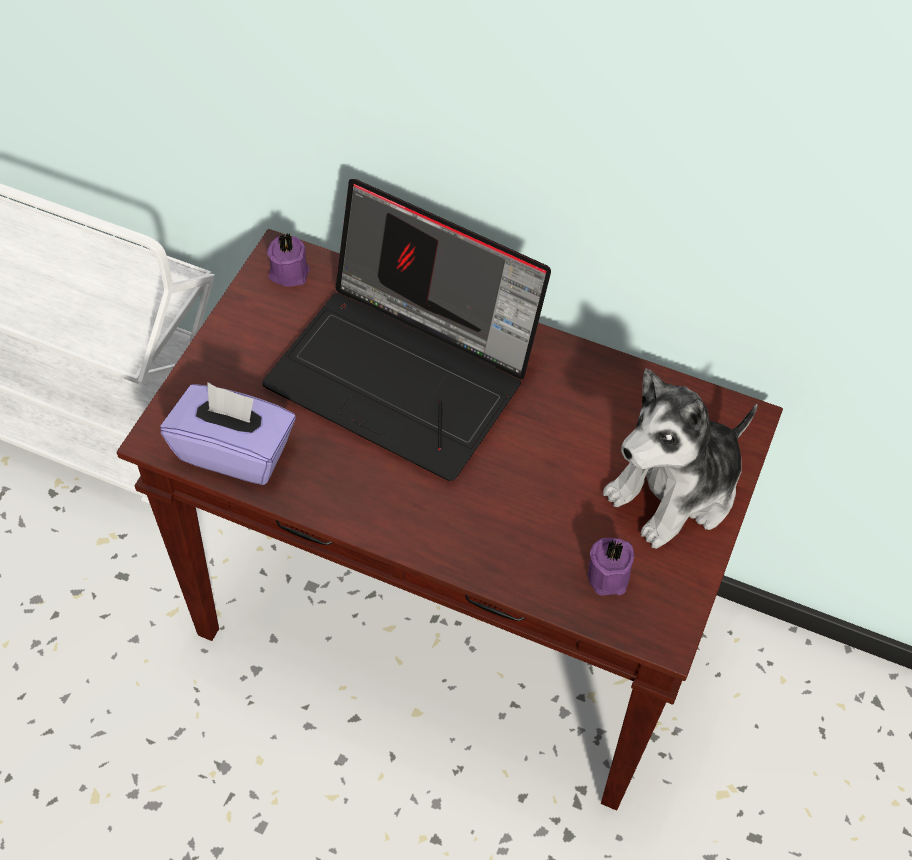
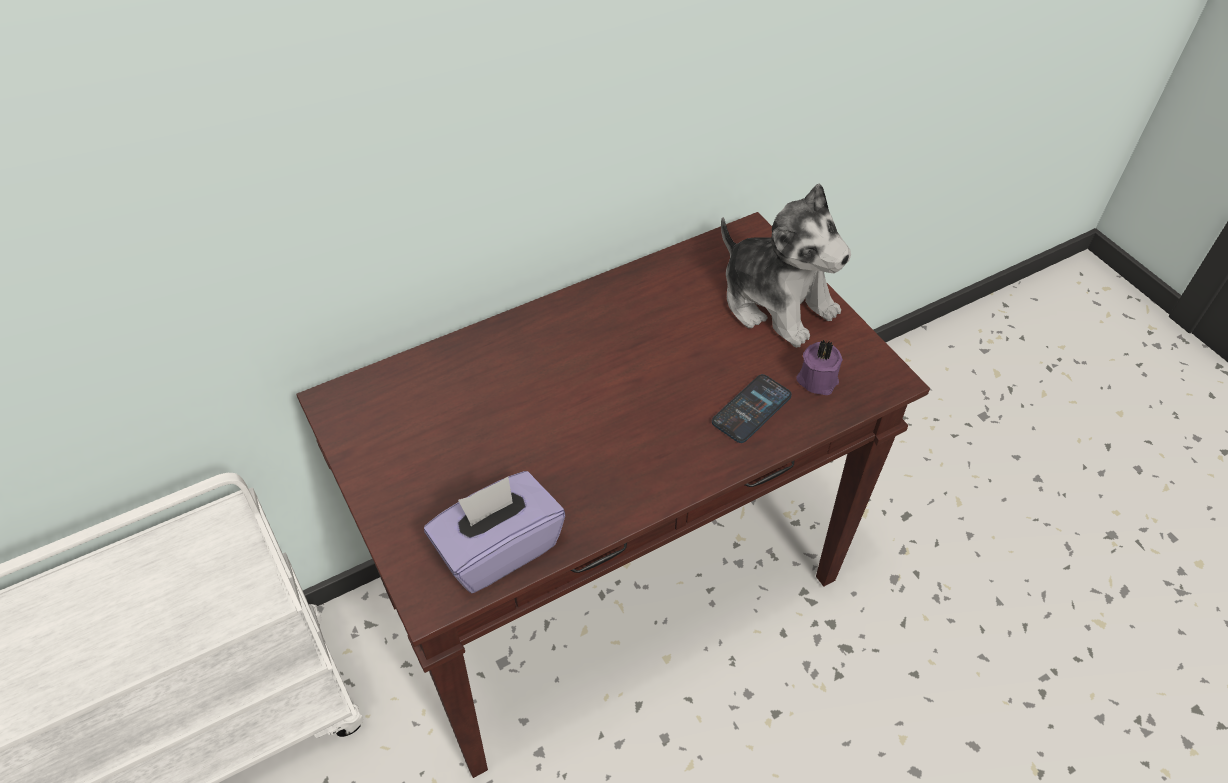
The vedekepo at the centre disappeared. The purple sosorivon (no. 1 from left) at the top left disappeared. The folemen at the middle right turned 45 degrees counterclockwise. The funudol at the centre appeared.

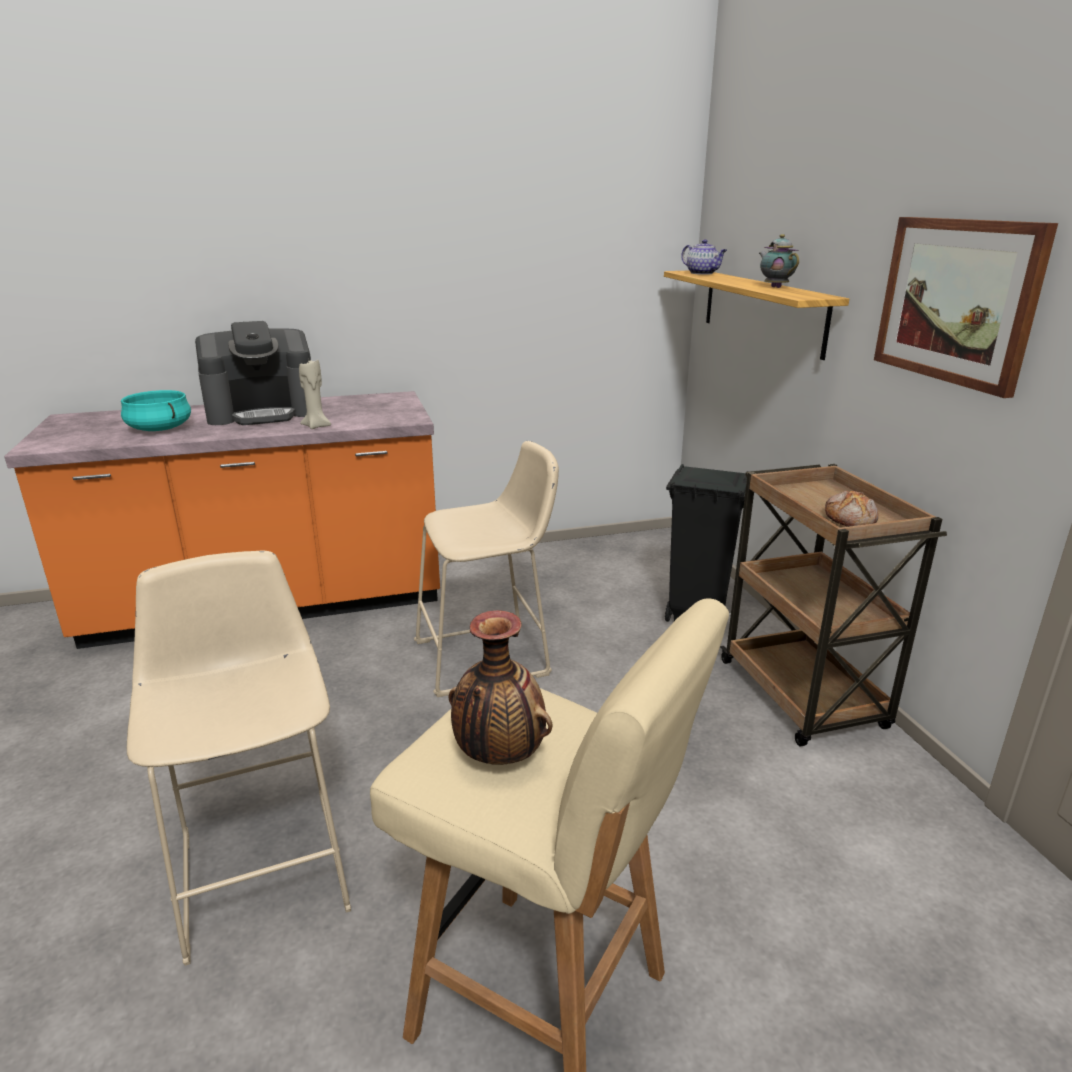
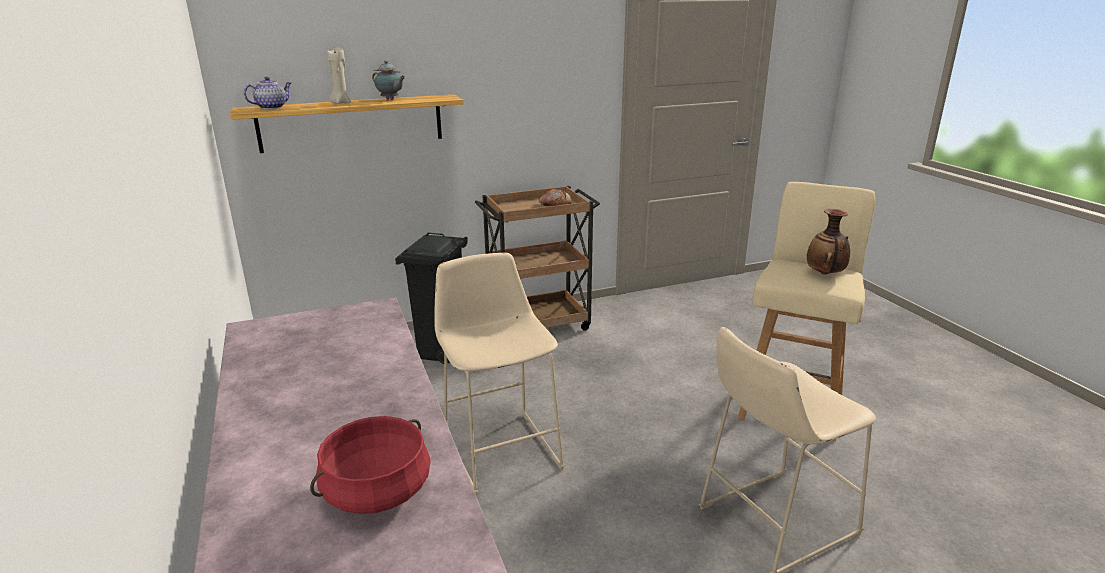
The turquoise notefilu at the middle left became the red notefilu at the bottom centre. The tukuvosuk at the middle left disappeared. The beige sosorivon moved from the middle left to the top left. The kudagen (no. 2 from left) at the top right turned 120 degrees counterclockwise. The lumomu at the top right disappeared.

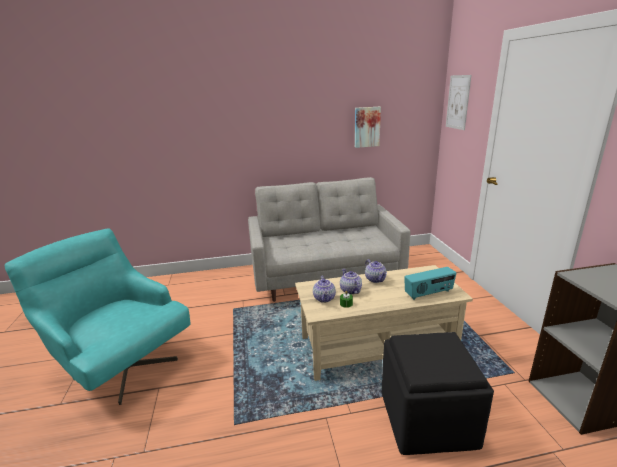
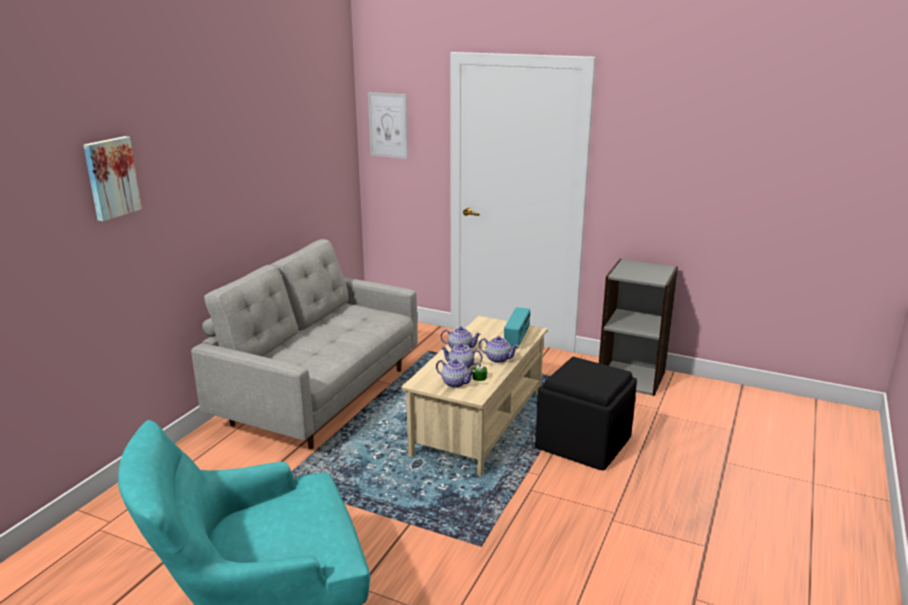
The lumomu (no. 1 from left) moved from the top centre to the top left. The kudagen (no. 4 from left) at the centre appeared.

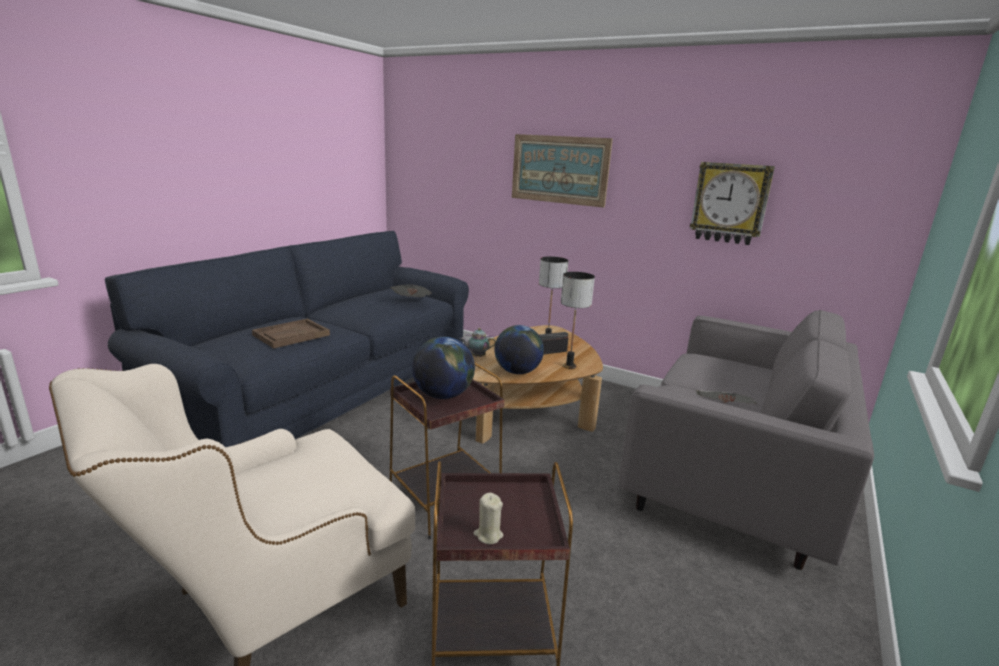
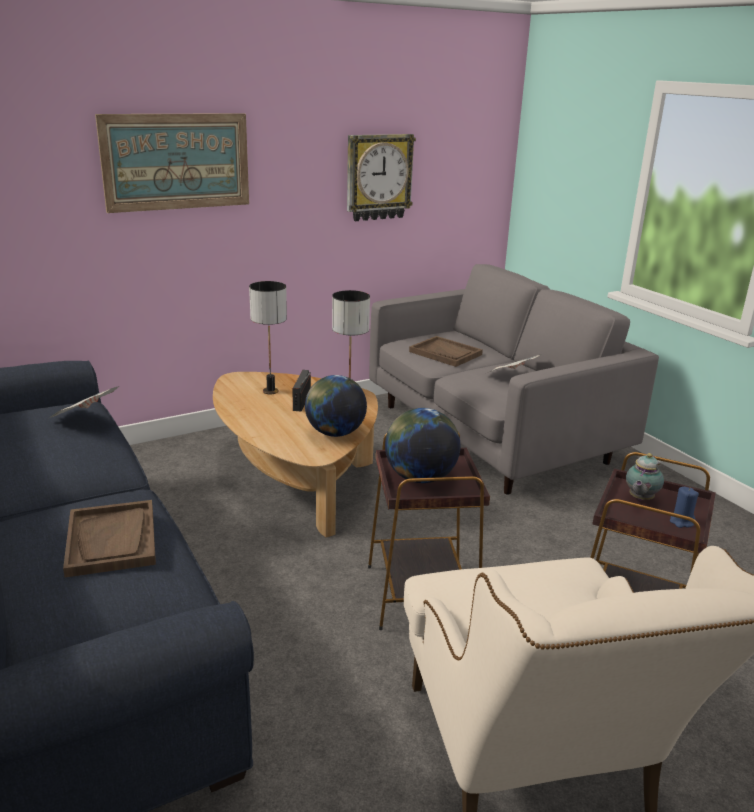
The kudagen moved from the centre to the middle right. The beige sosorivon at the bottom centre became the blue sosorivon at the middle right. The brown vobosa (no. 2 from left) at the centre appeared.

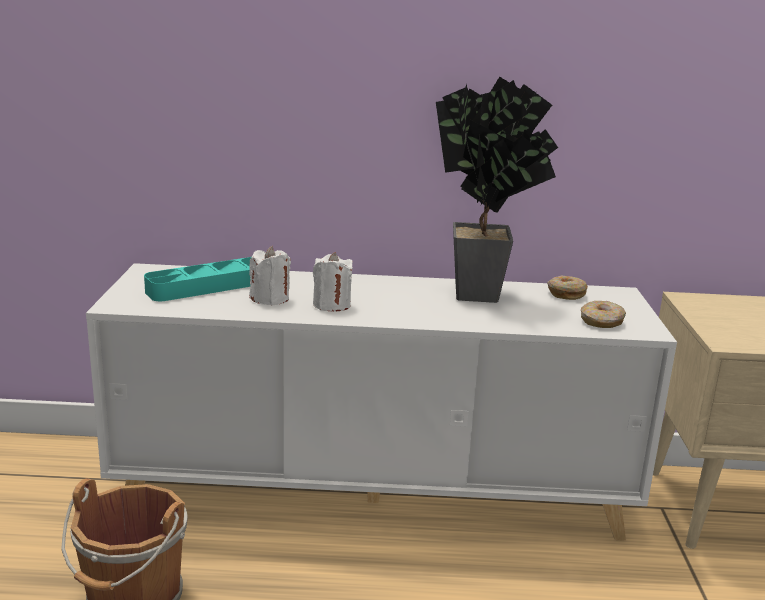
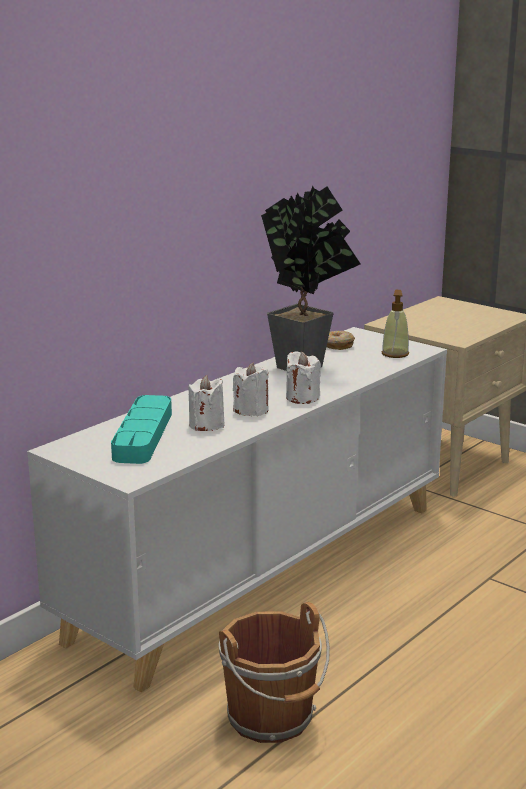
The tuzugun (no. 2 from left) at the middle right was replaced by the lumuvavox at the middle right. The white sosorivon (no. 3 from left) at the centre appeared.

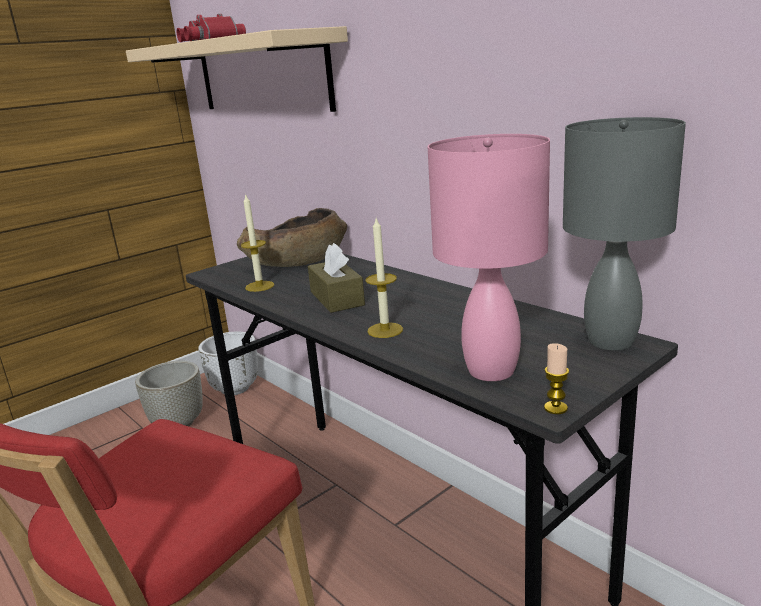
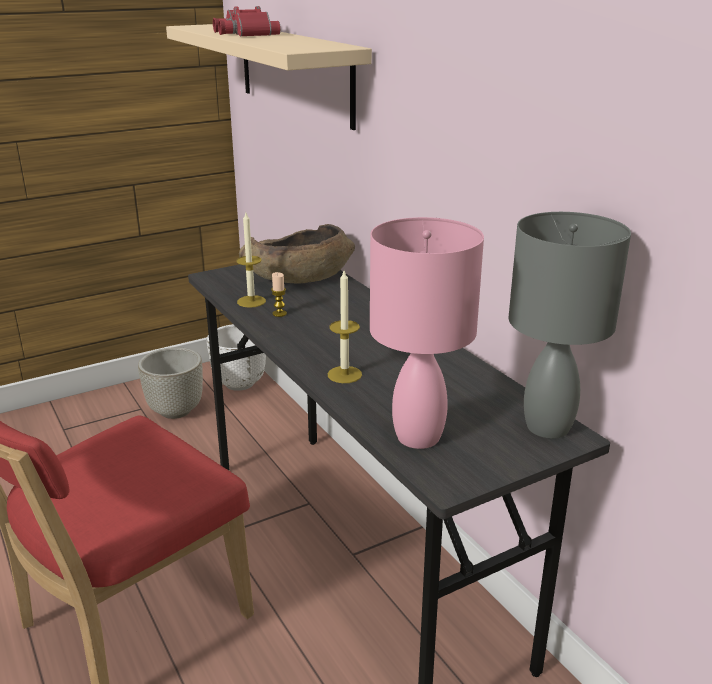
The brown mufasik at the centre disappeared. The sosorivon (no. 3 from left in the first image) moved from the middle right to the centre.

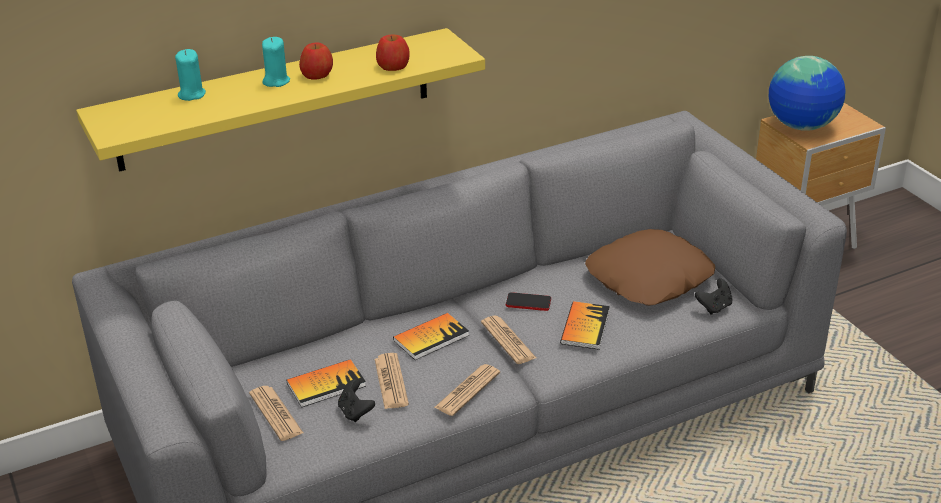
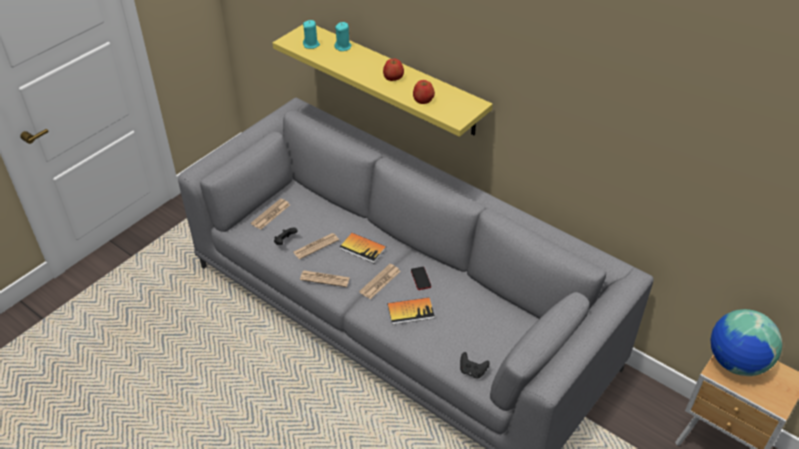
The turquoise sosorivon (no. 2 from left in the first image) moved from the top left to the top centre. The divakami (no. 1 from left) at the bottom centre disappeared. The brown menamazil at the middle right disappeared.

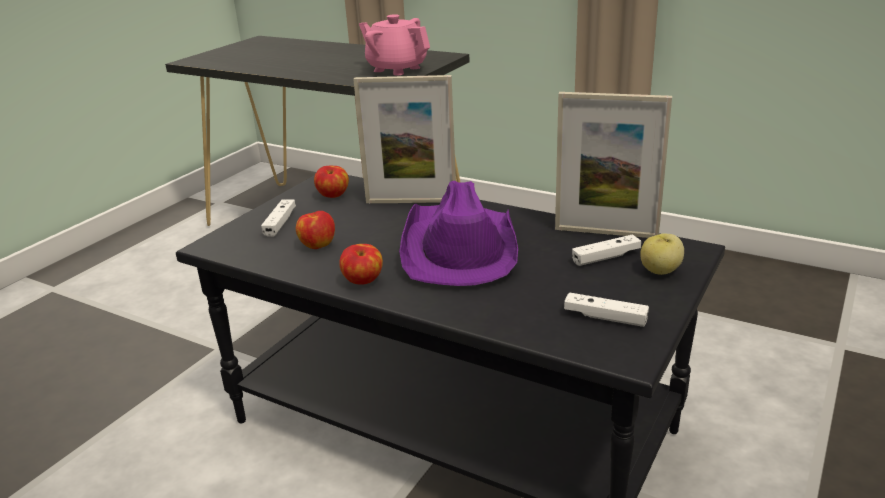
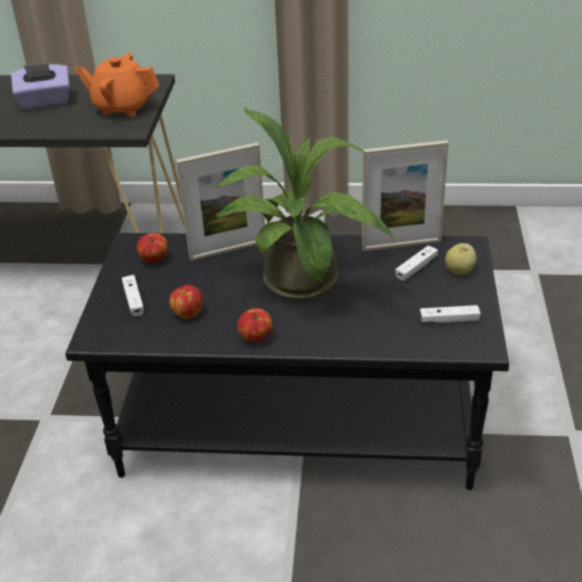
The pink kudagen at the top centre became the orange kudagen at the top left. The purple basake at the centre was replaced by the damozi at the centre. The purple mufasik at the top left appeared.

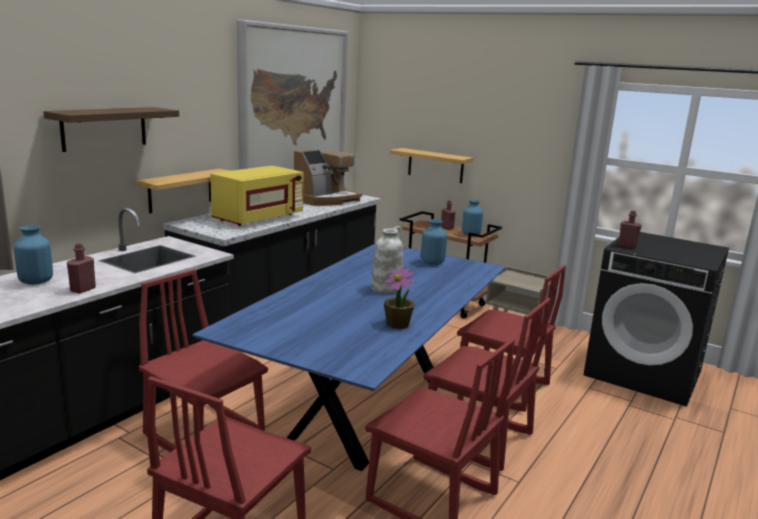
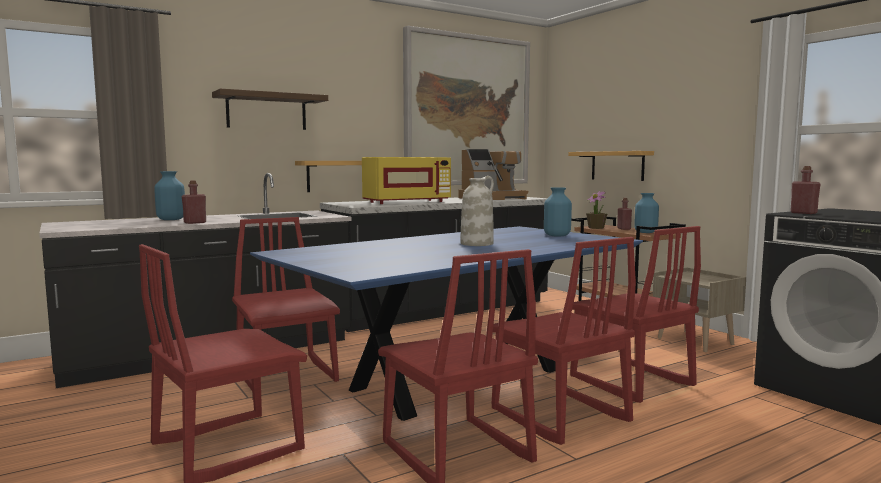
The damozi moved from the centre to the middle right.

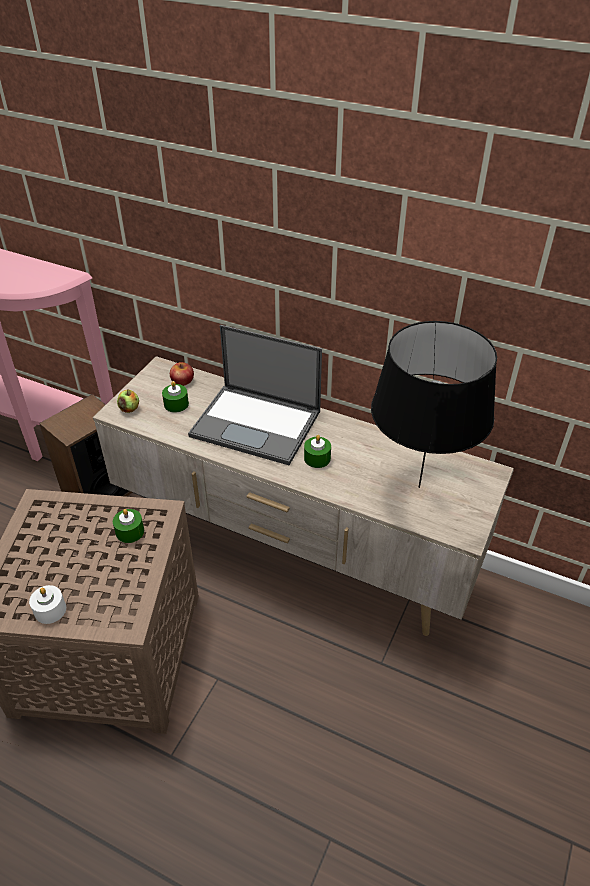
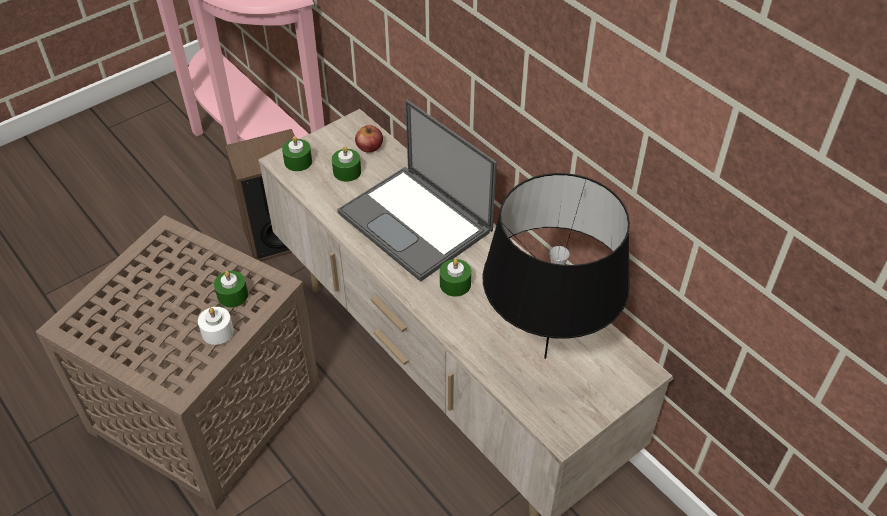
The white sosorivon moved from the bottom left to the middle left. The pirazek (no. 1 from left) at the middle left was replaced by the green sosorivon (no. 2 from left) at the top centre.

